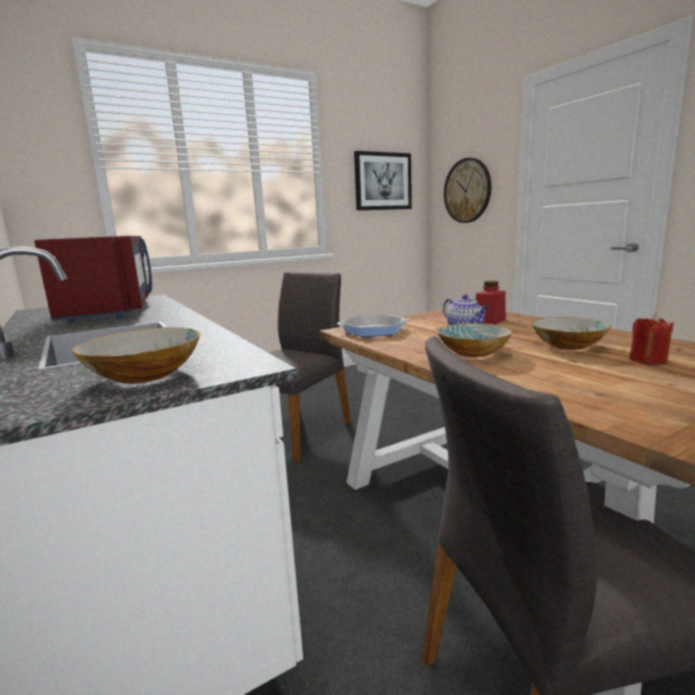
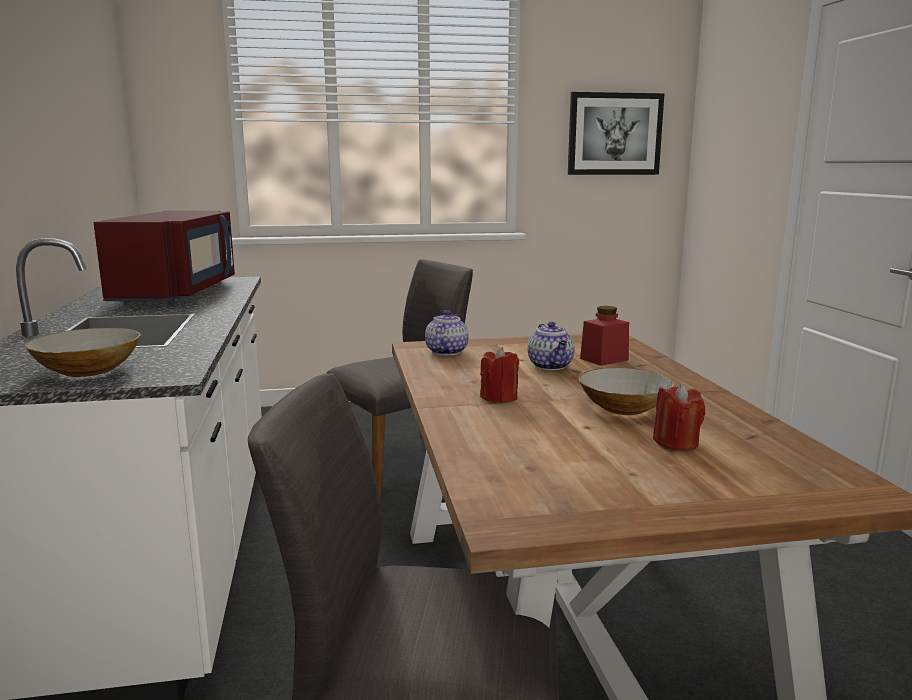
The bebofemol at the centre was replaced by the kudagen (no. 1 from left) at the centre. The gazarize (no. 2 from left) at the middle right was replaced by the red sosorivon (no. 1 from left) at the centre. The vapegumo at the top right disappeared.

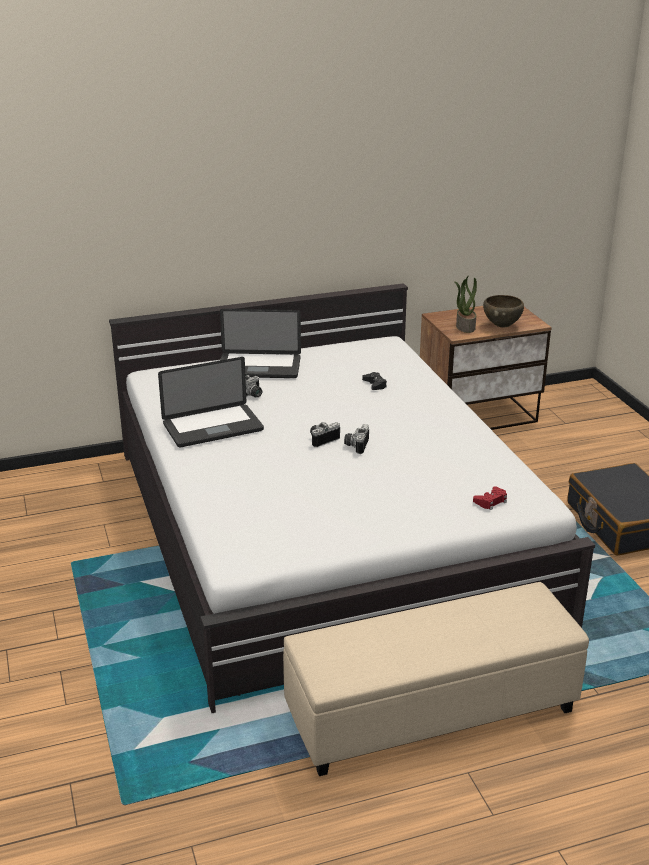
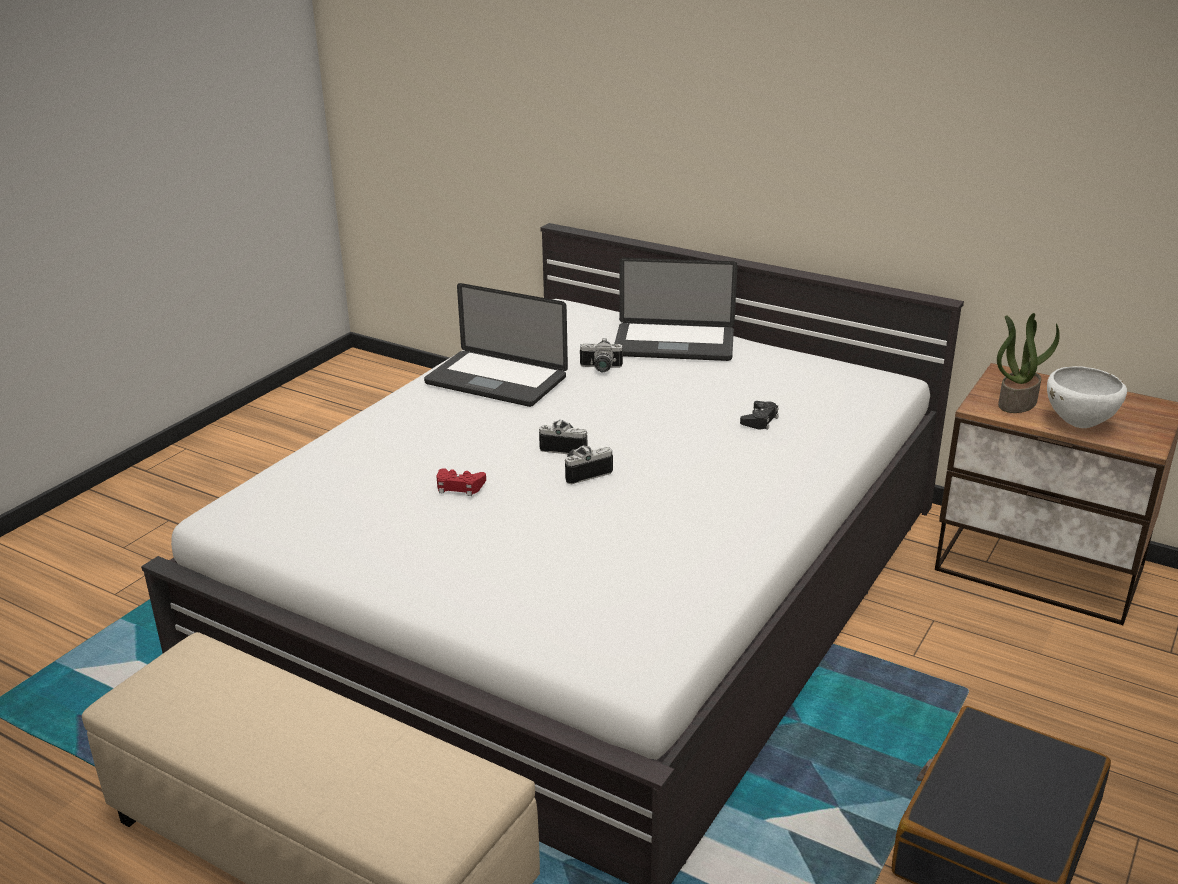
The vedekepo (no. 2 from left) at the centre turned 45 degrees counterclockwise. The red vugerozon moved from the middle right to the centre. The brown gazarize at the middle right became the white gazarize at the middle right.

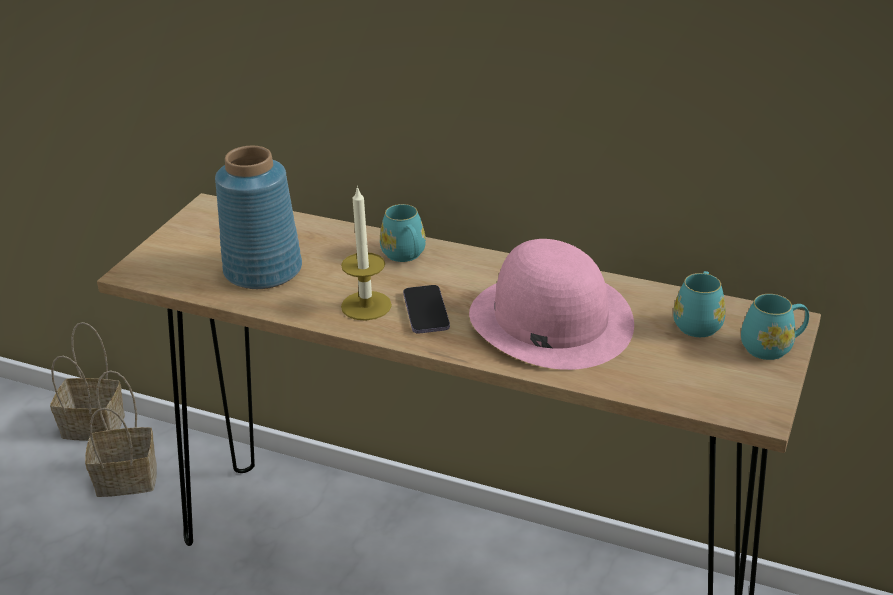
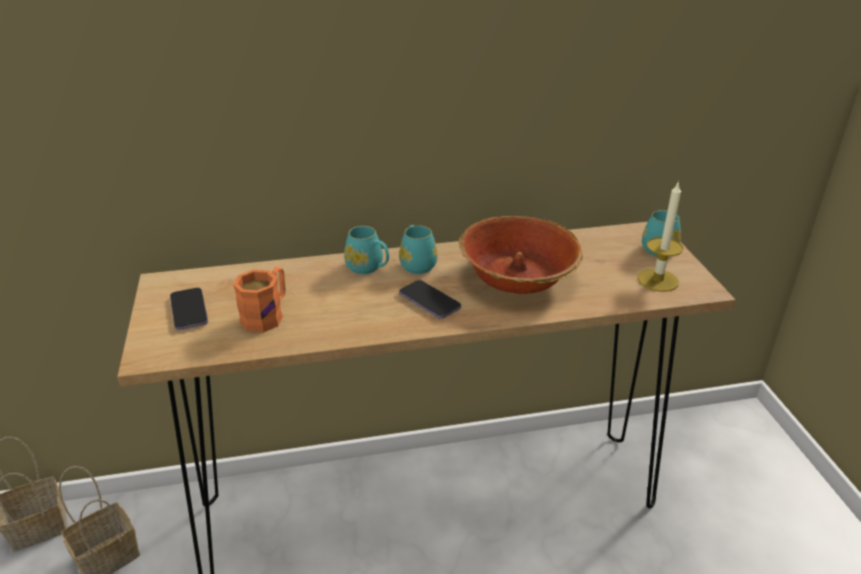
The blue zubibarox at the middle left was replaced by the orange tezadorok at the middle left. The sosorivon moved from the centre to the middle right. The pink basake at the centre was replaced by the gazarize at the centre. The turquoise tezadorok (no. 2 from left) moved from the middle right to the centre. The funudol (no. 1 from left) at the middle left appeared.

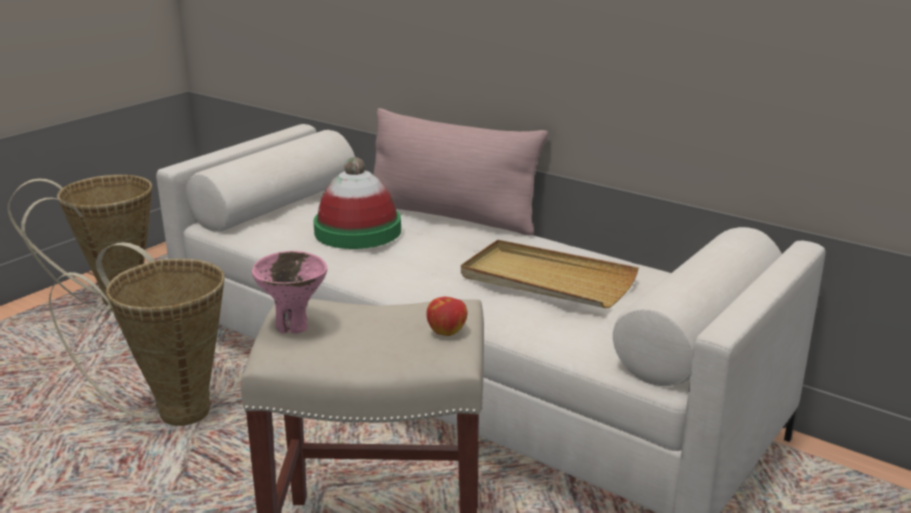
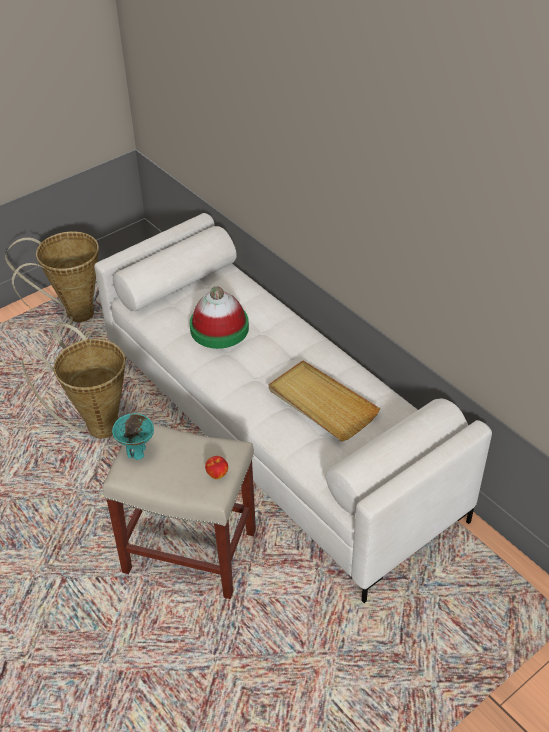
The pink gazarize at the middle left became the turquoise gazarize at the middle left. The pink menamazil at the centre disappeared.

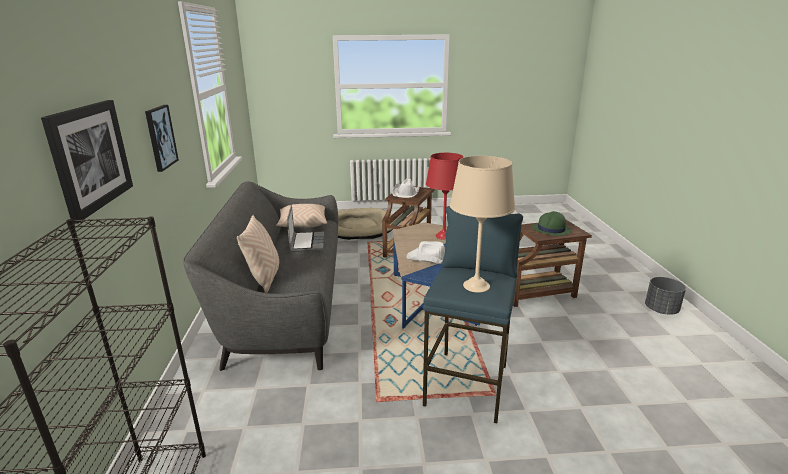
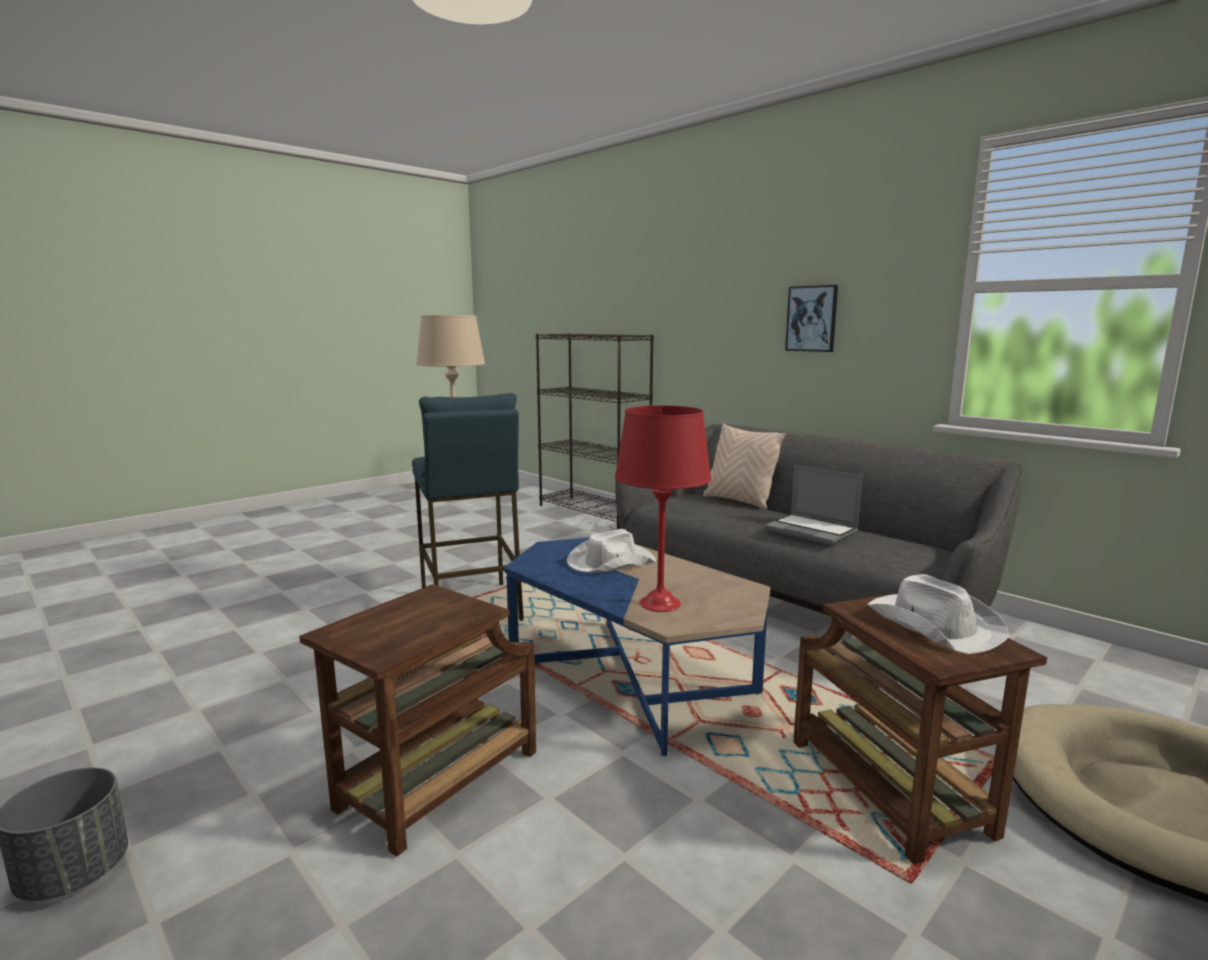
The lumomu (no. 1 from left) at the middle left disappeared. The beige menamazil (no. 2 from left) at the centre disappeared. The green basake at the middle right disappeared.

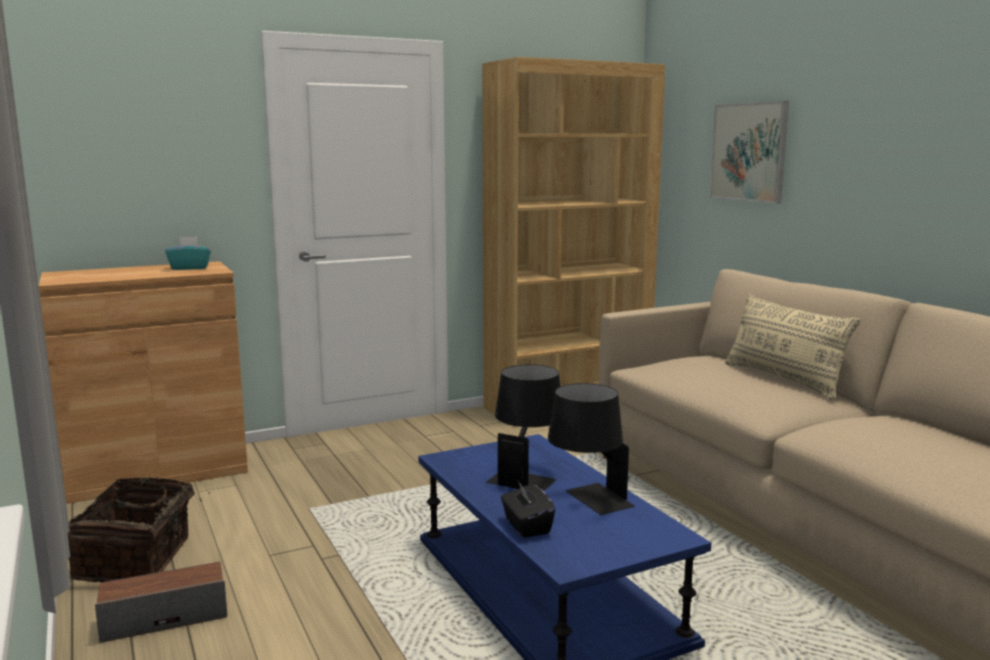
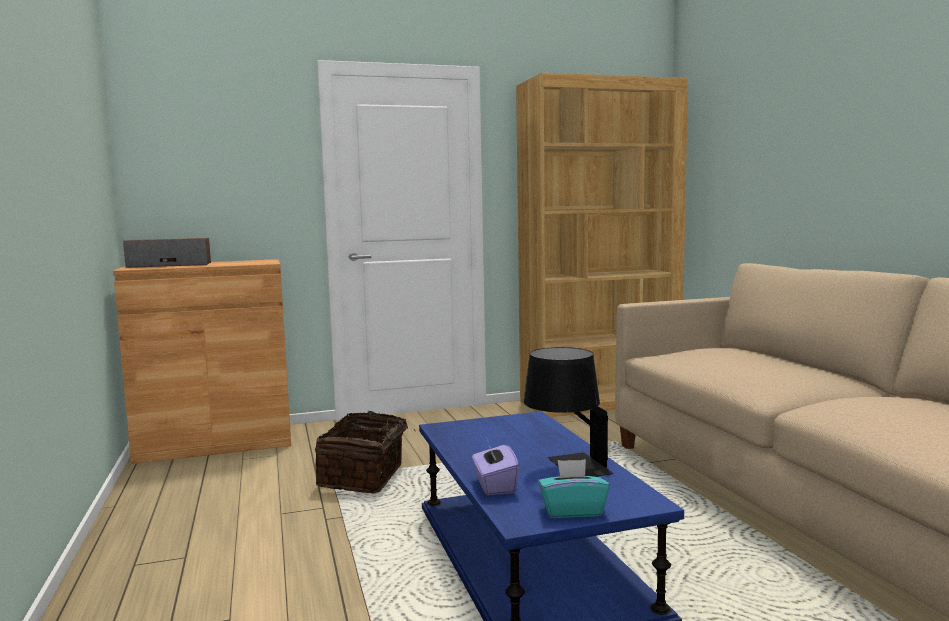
The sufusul moved from the bottom left to the bottom centre. The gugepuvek moved from the bottom left to the middle left. The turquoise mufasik moved from the middle left to the bottom centre. The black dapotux (no. 1 from left) at the centre disappeared. The black mufasik at the bottom centre became the purple mufasik at the bottom centre. The lumomu at the top right disappeared. The beige menamazil at the middle right disappeared.

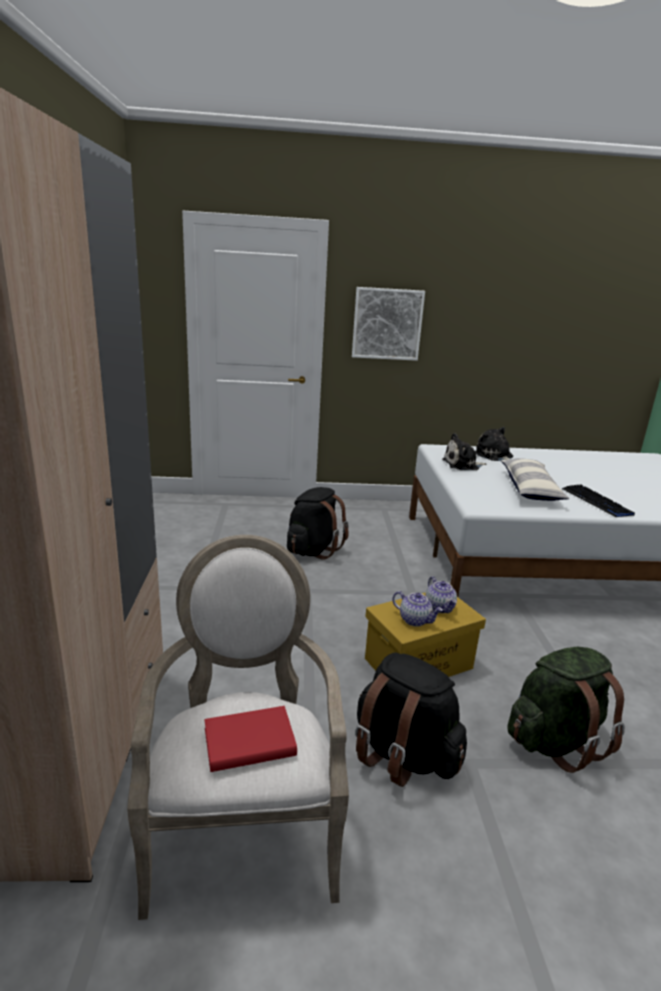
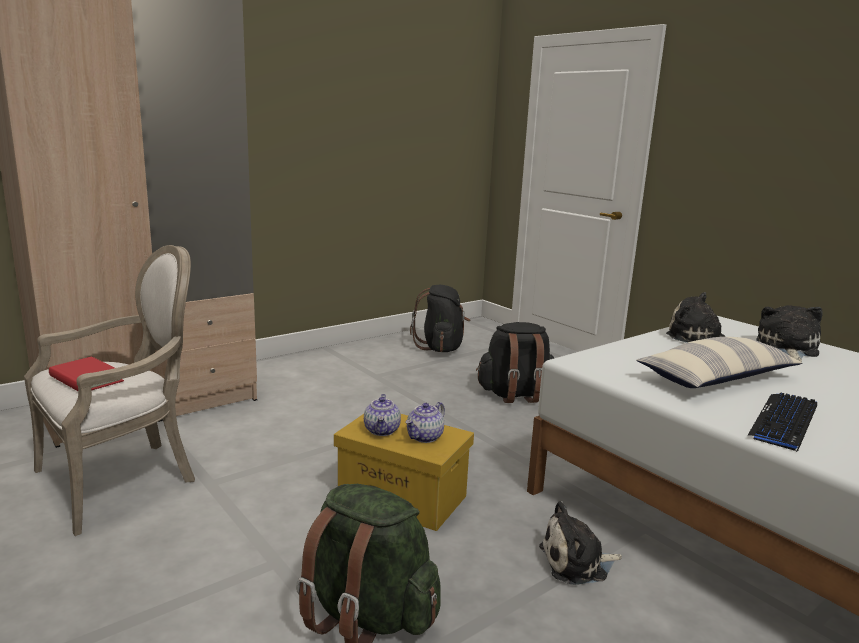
The lumomu at the top centre disappeared. The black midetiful (no. 2 from left in the first image) moved from the bottom centre to the centre. The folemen (no. 1 from left) at the bottom right appeared.

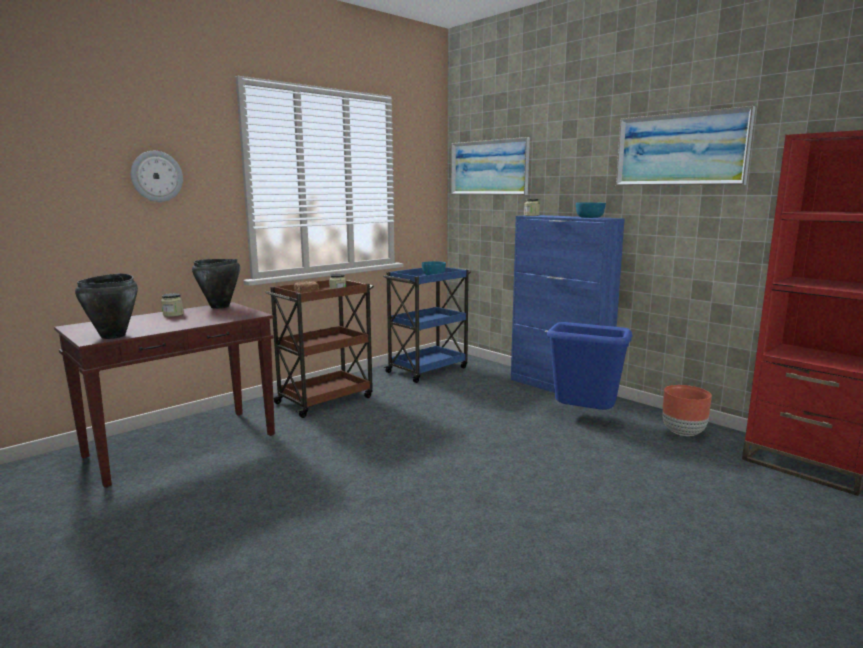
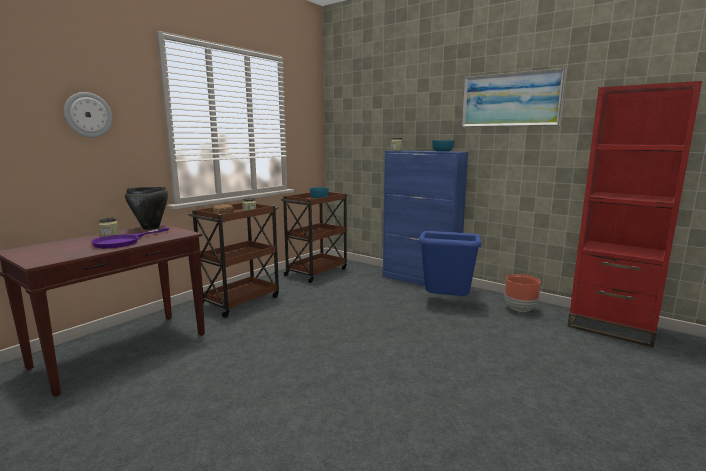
The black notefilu (no. 1 from left) at the middle left disappeared. The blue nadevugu at the centre became the brown nadevugu (no. 2 from left) at the centre. The lumomu (no. 1 from left) at the top centre disappeared. The purple bebofemol at the middle left appeared.

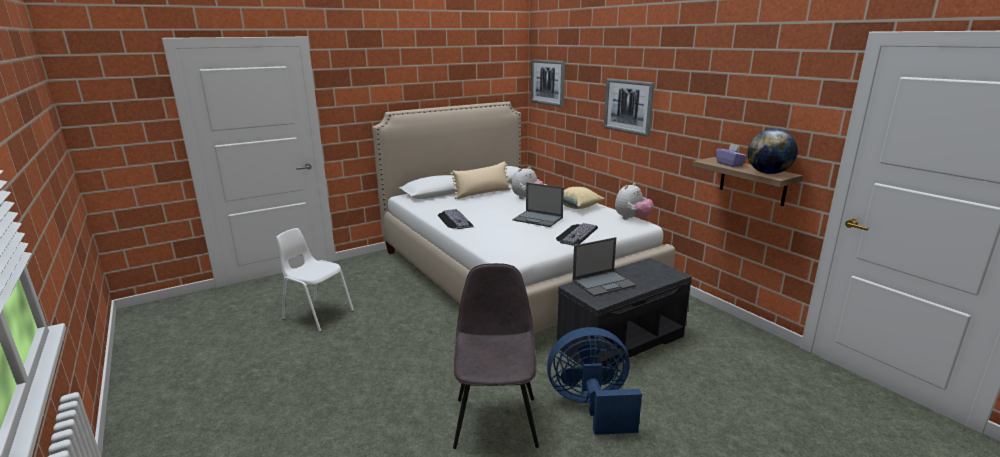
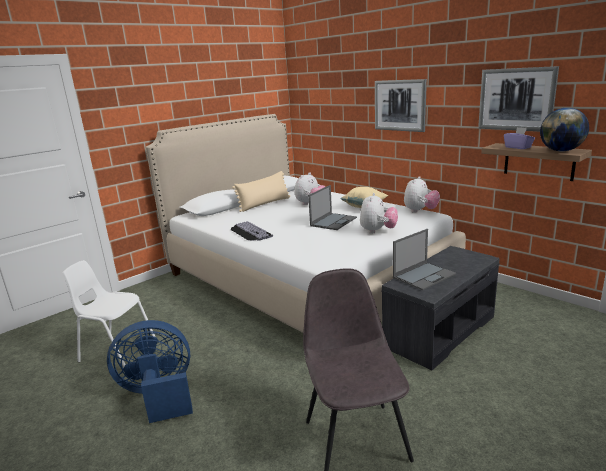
The vedekepo (no. 1 from left) at the centre turned 75 degrees counterclockwise. The lumomu (no. 1 from left in the first image) moved from the top centre to the top right. The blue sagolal moved from the bottom centre to the bottom left. The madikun (no. 2 from left) at the centre was replaced by the folemen (no. 2 from left) at the centre.

